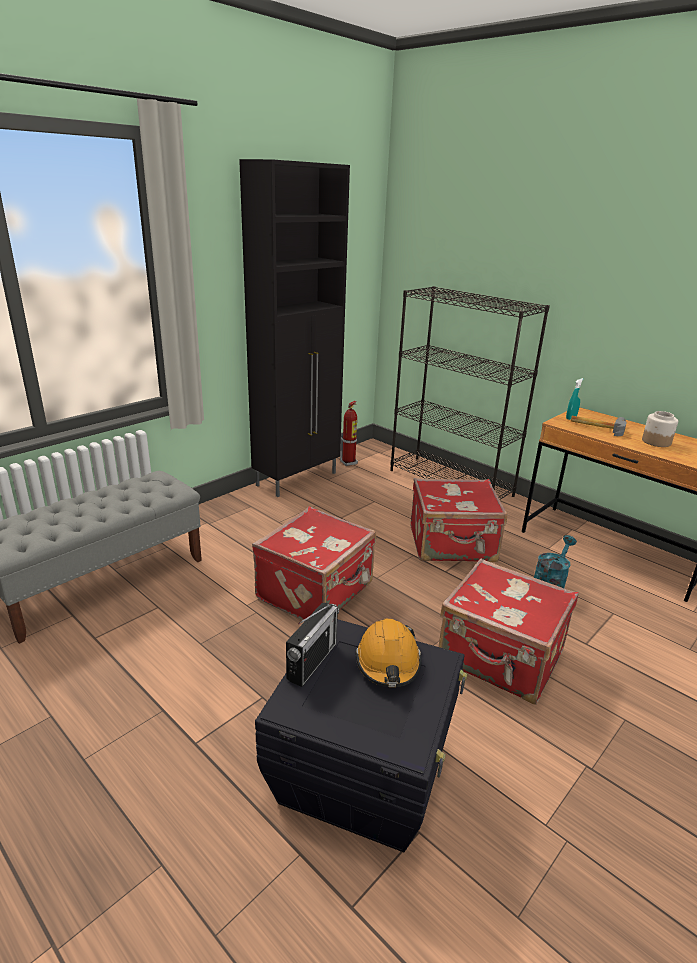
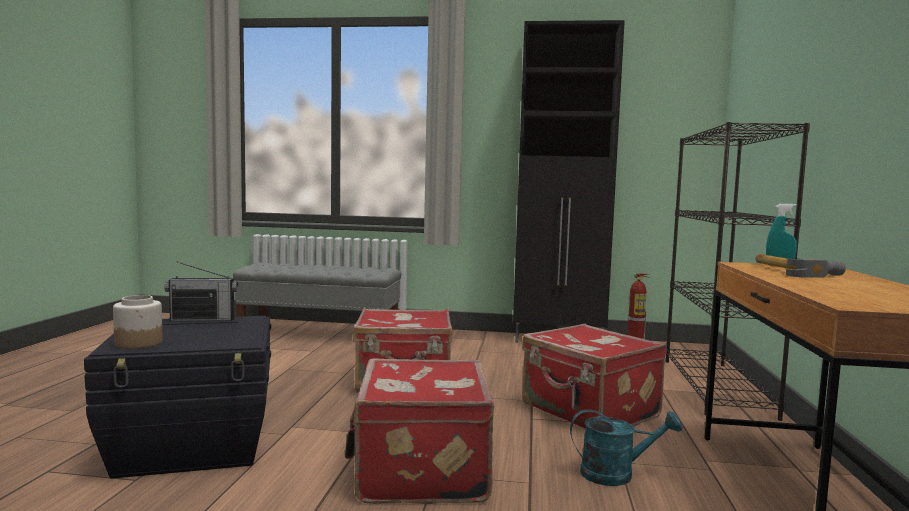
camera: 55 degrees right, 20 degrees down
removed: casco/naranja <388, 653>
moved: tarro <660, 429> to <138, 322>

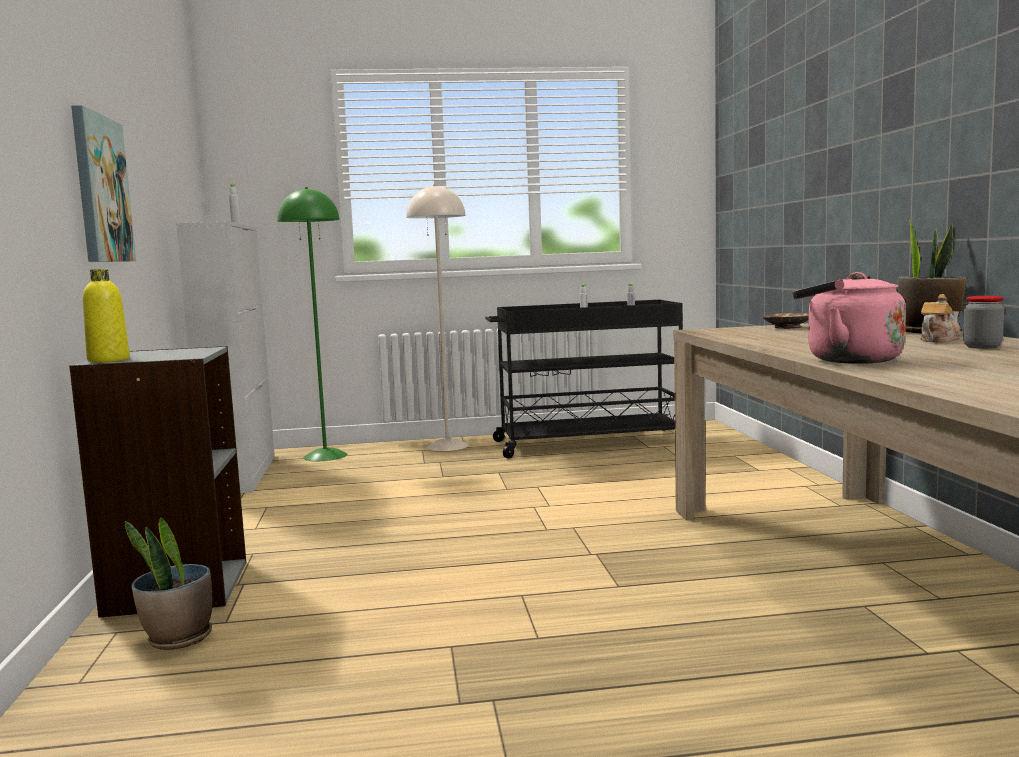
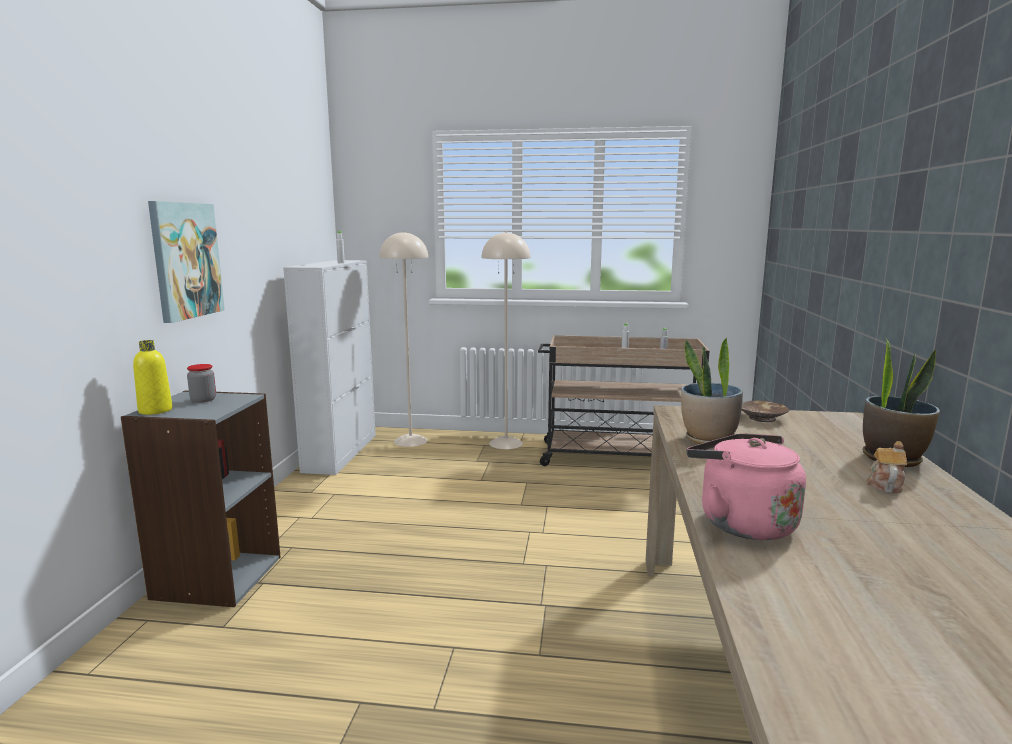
camera: 15 degrees right, 5 degrees up
moved: planta en maceta <168, 584> to <712, 390>; tarro <983, 322> to <201, 383>
recoloured: lámpara de pie/verde <312, 324> to lámpara de pie/beis <403, 339>; carrito/negro <584, 379> to carrito/beis <623, 400>
turned: tetera <940, 318> = <887, 467> 45 degrees counterclockwise

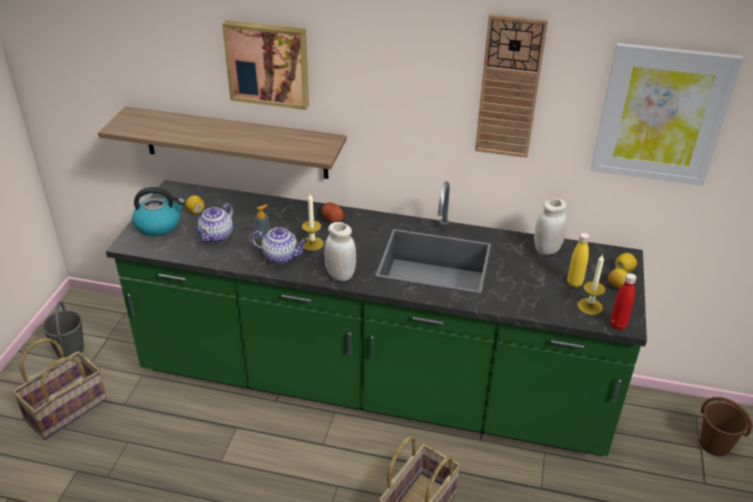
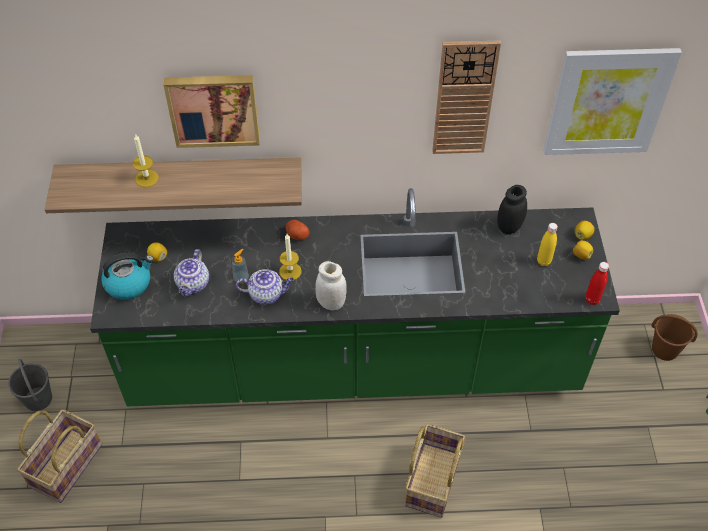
camera: 15 degrees left, 15 degrees up
moved: vela <591, 284> to <146, 160>
recoloured: tarro/blanco <550, 226> to tarro/negro <512, 209>

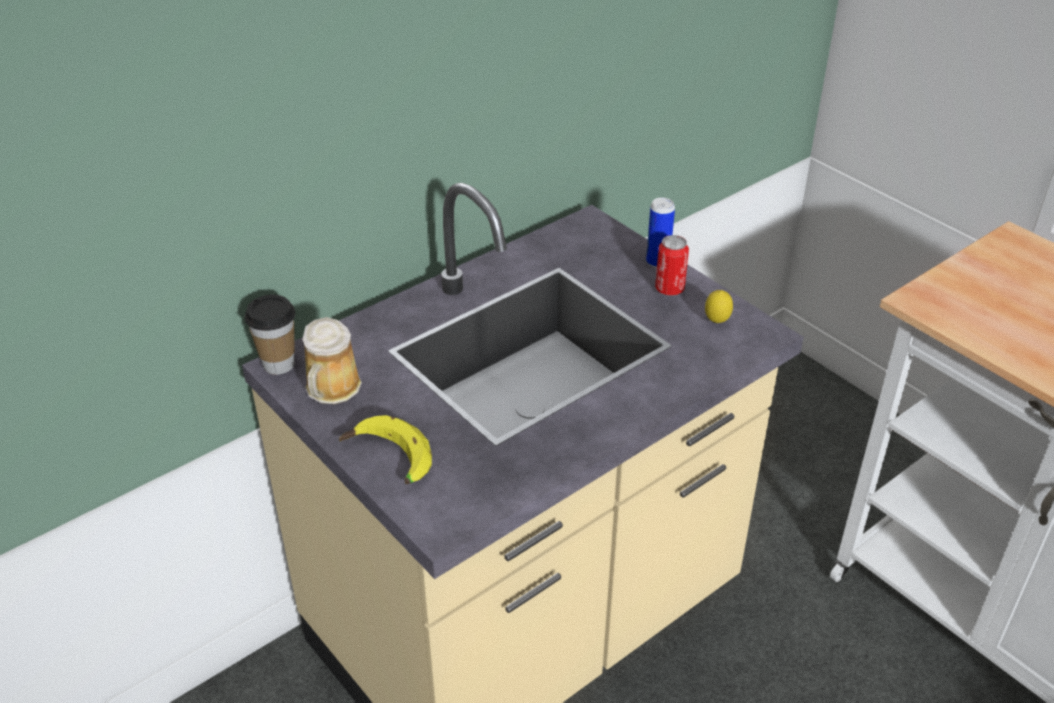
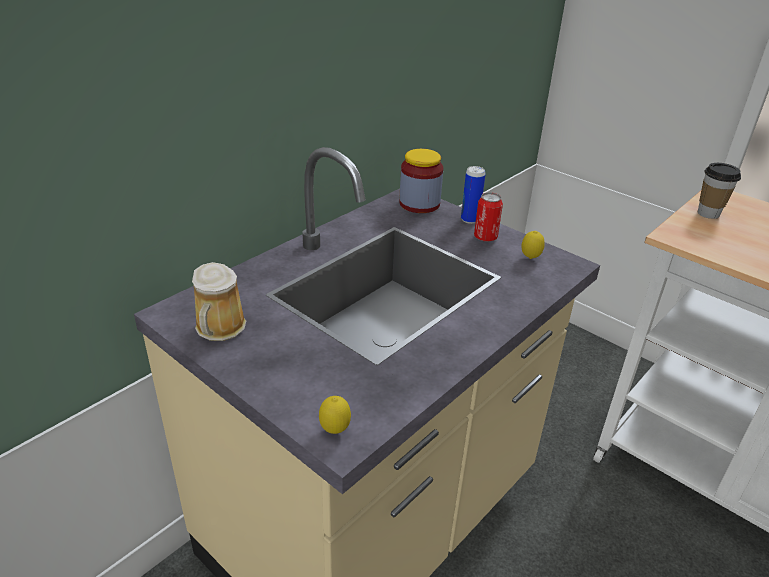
camera: 10 degrees left, 5 degrees down
removed: plátano <385, 449>
added: limón <335, 415>; tarro <421, 181>
moved: taza <270, 335> to <719, 191>

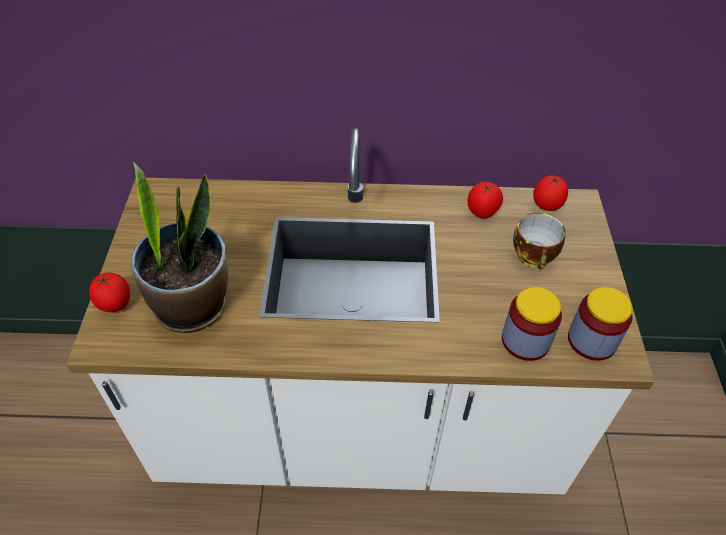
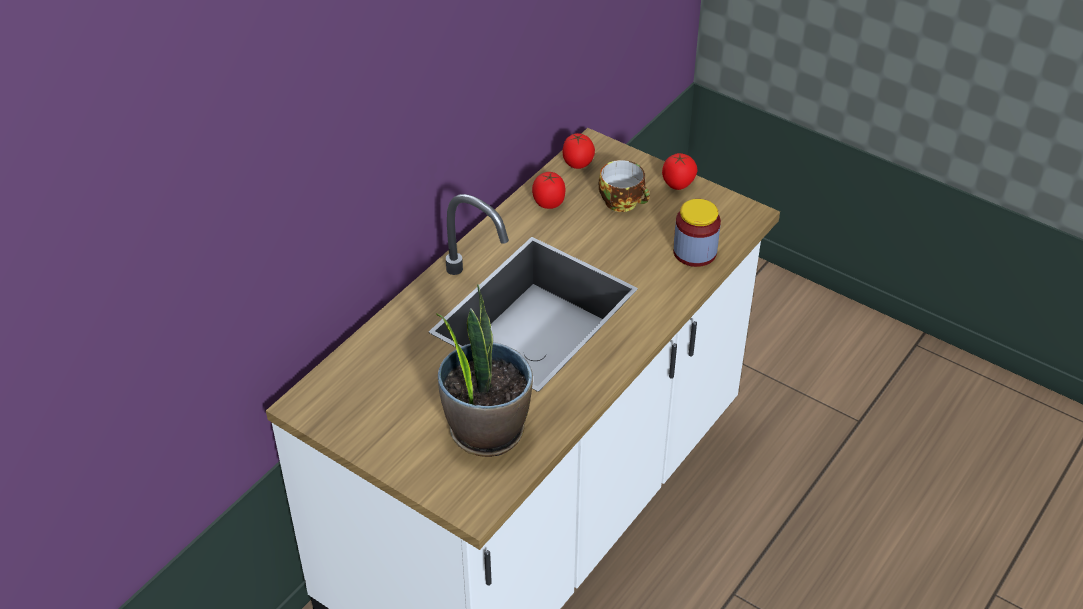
camera: 55 degrees left, 5 degrees down
removed: tarro <600, 324>
moved: tomate <109, 292> to <679, 171>

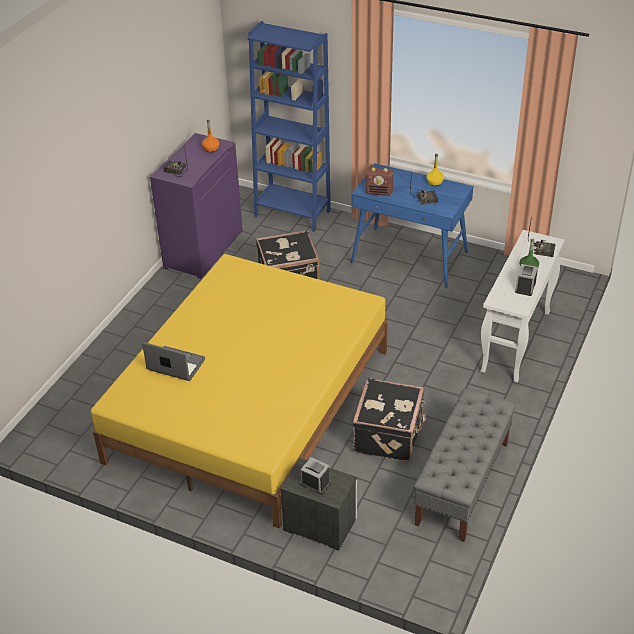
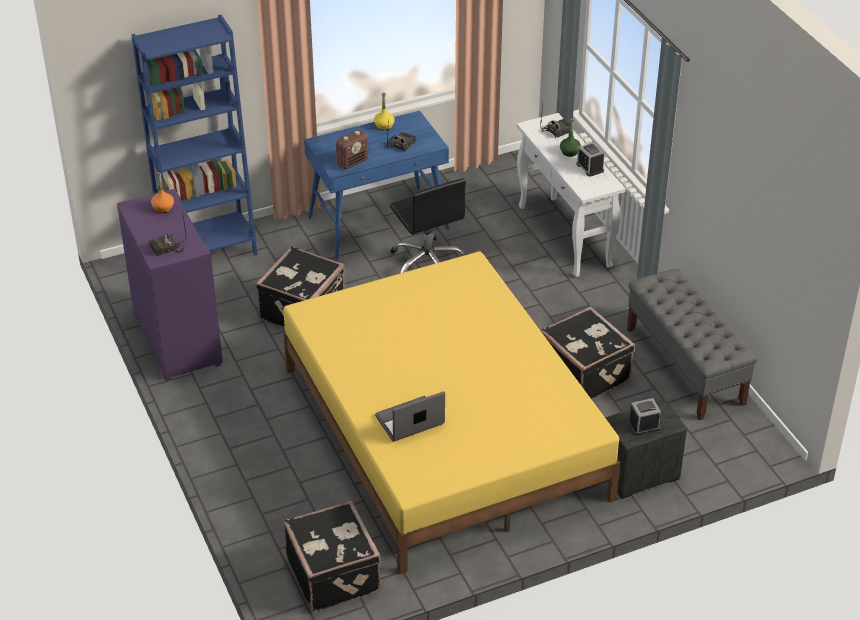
camera: 50 degrees left, 0 degrees up
added: maleta/negro <332, 556>; silla de oficina/negro <428, 226>

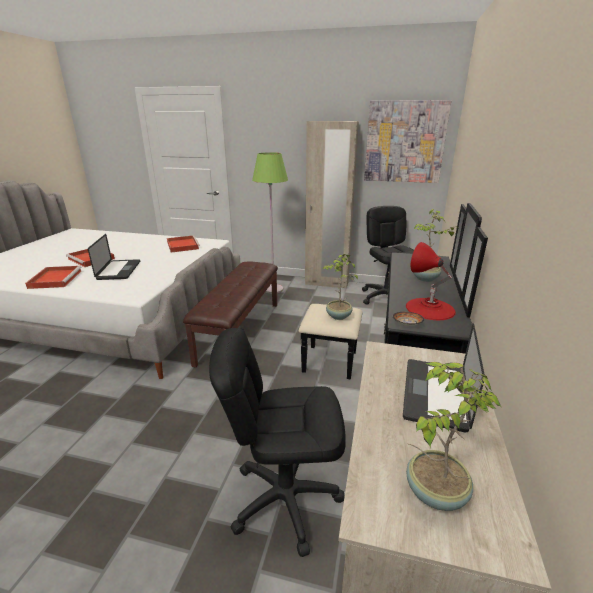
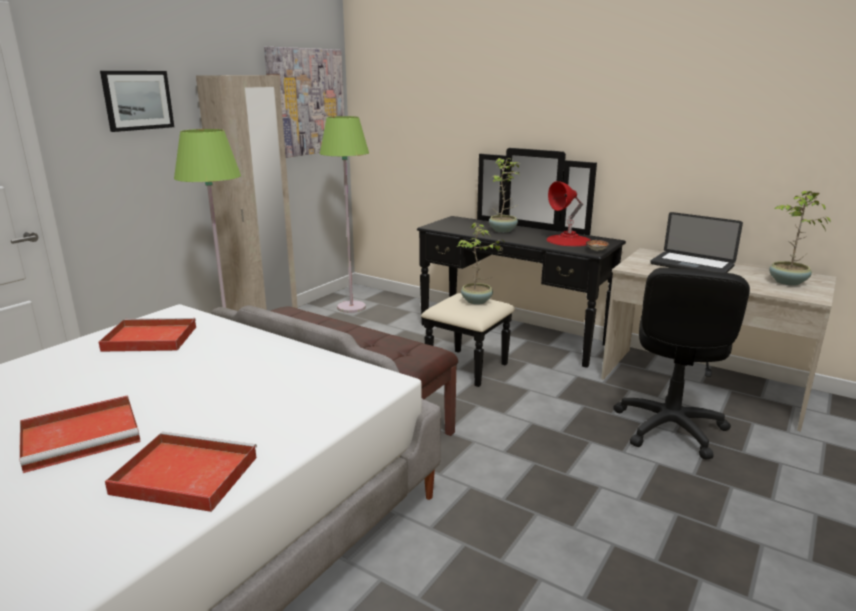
camera: 70 degrees left, 5 degrees down
removed: portátil <114, 257>
added: cuadro <137, 101>
replaced: silla de oficina/negro <388, 255> to lámpara de pie/verde <344, 214>

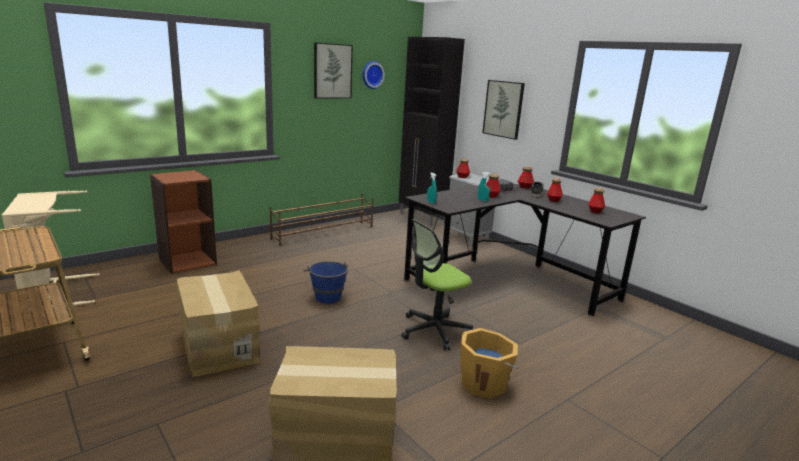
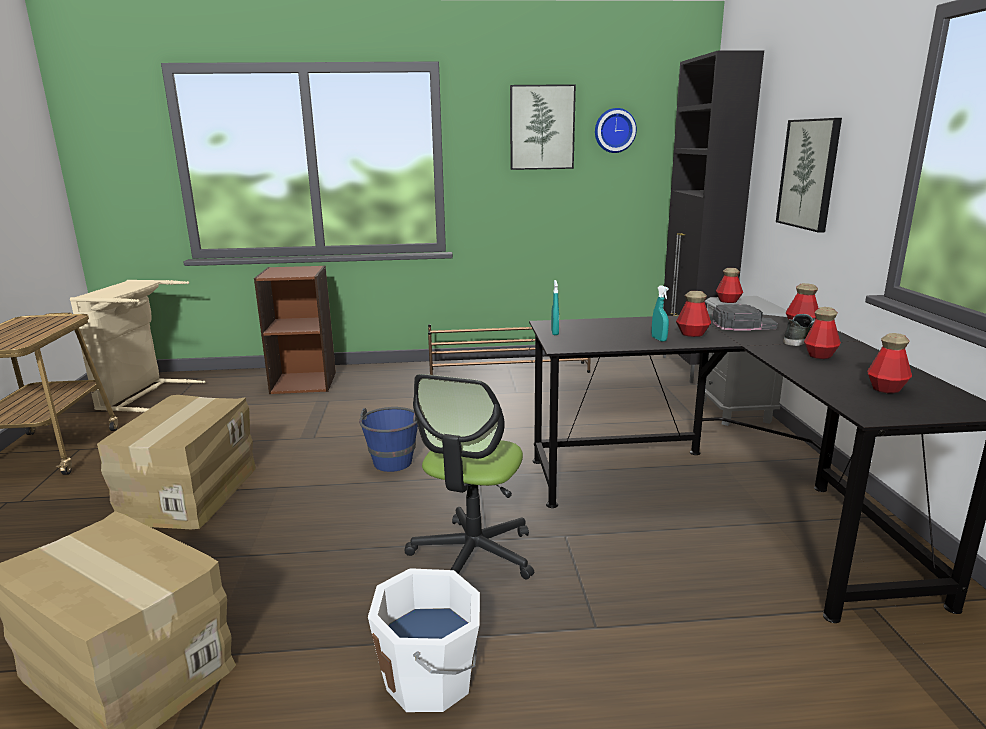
camera: 35 degrees right, 0 degrees up
recoloured: cubo/naranja <489, 363> to cubo/blanco <424, 640>
turned: silla de oficina <437, 285> = <469, 477> 75 degrees counterclockwise

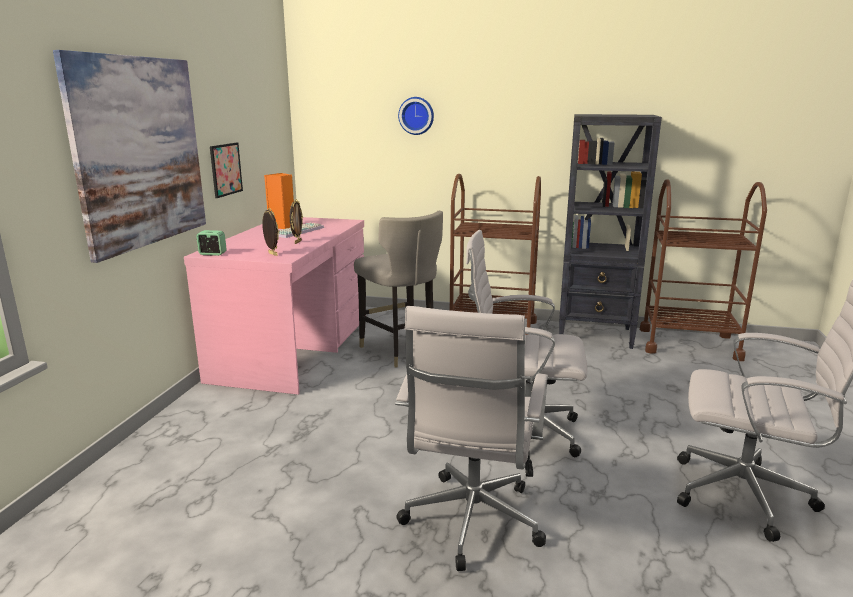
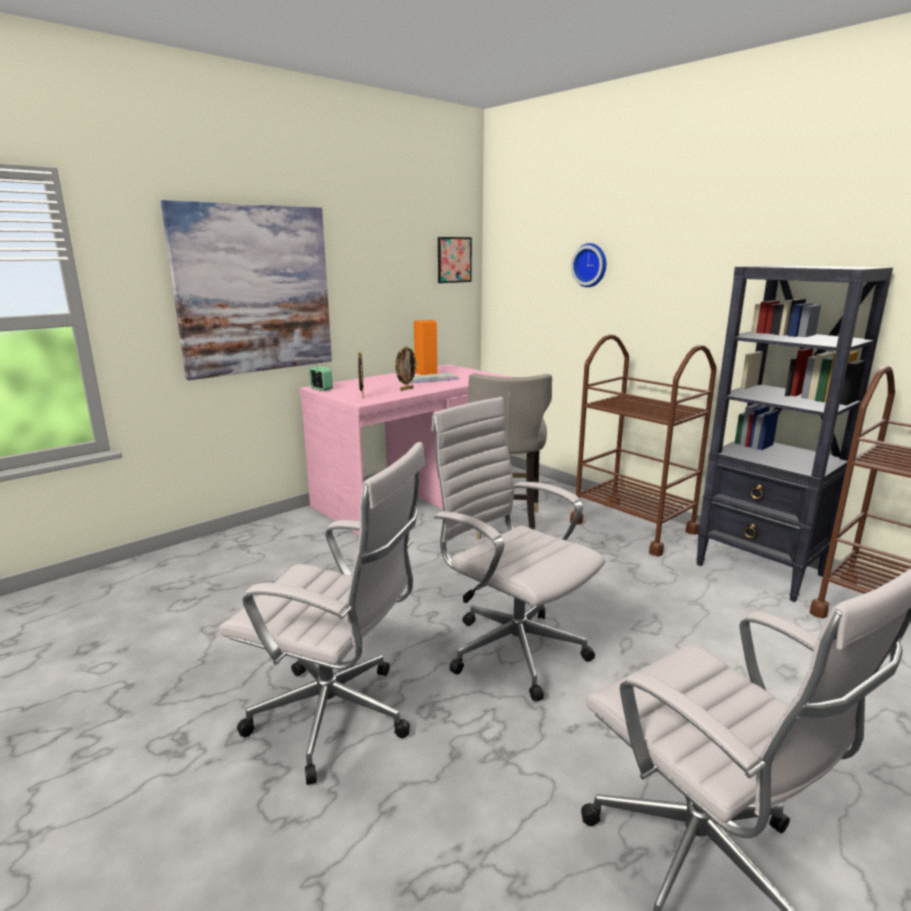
camera: 35 degrees right, 0 degrees up
moved: cuadro <226, 170> to <455, 260>
turned: silla de oficina/blanco <471, 438> = <322, 613> 120 degrees counterclockwise

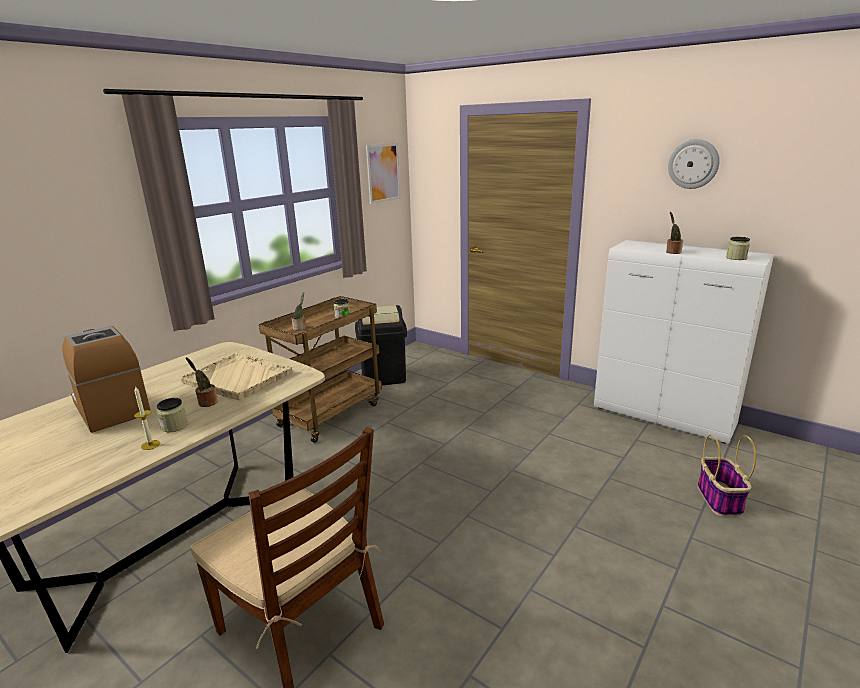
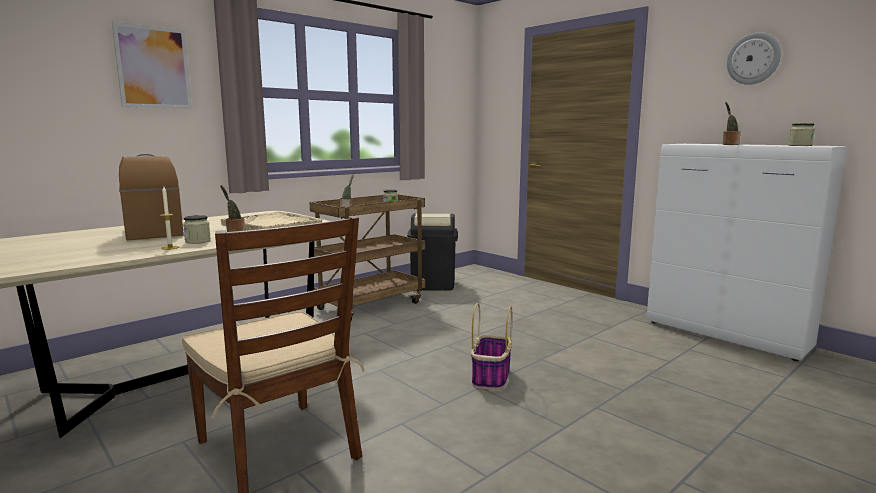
camera: 10 degrees right, 10 degrees down
moved: cuadro <383, 173> to <152, 65>; cesta <727, 475> to <491, 346>

